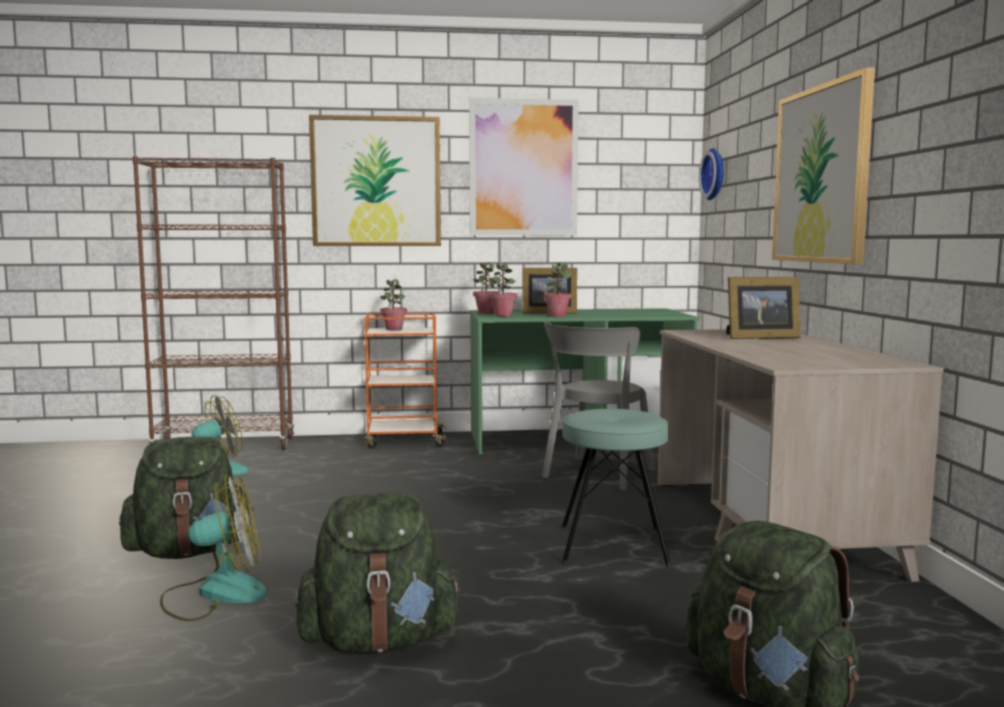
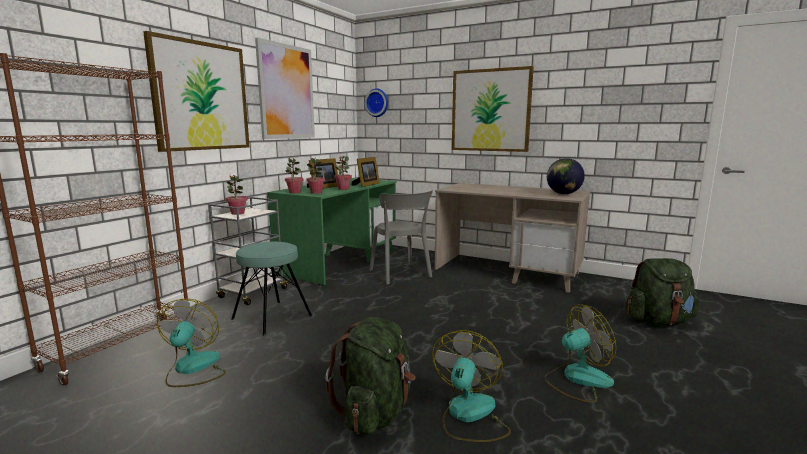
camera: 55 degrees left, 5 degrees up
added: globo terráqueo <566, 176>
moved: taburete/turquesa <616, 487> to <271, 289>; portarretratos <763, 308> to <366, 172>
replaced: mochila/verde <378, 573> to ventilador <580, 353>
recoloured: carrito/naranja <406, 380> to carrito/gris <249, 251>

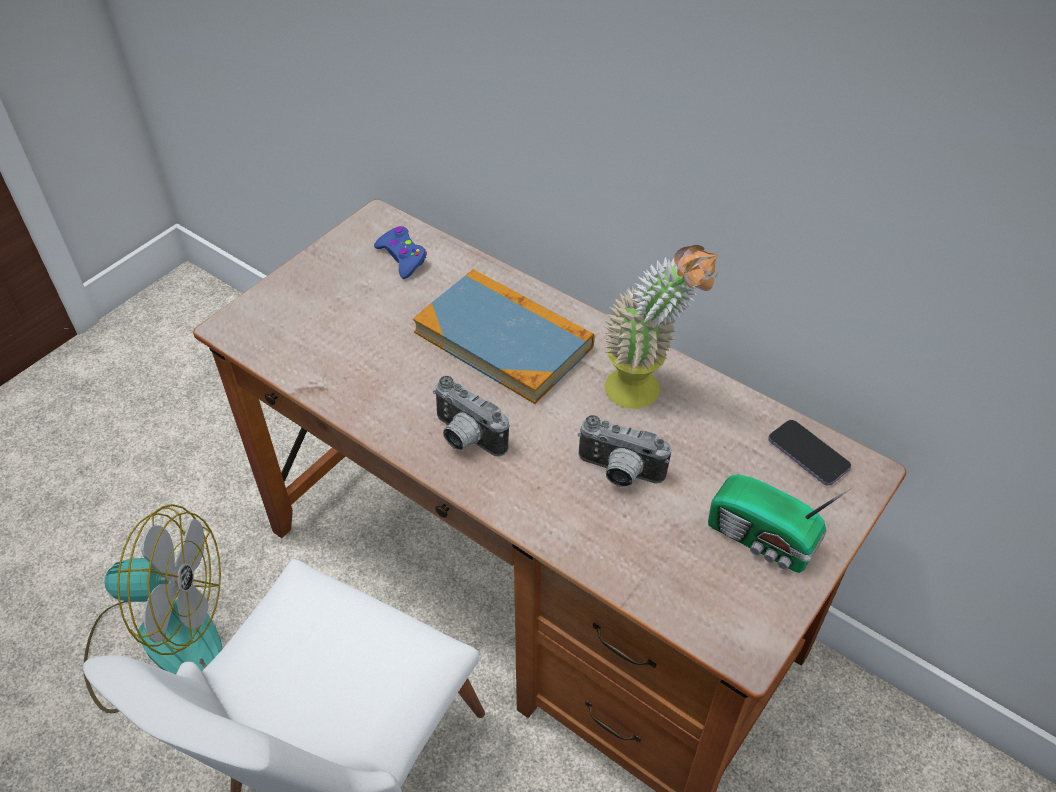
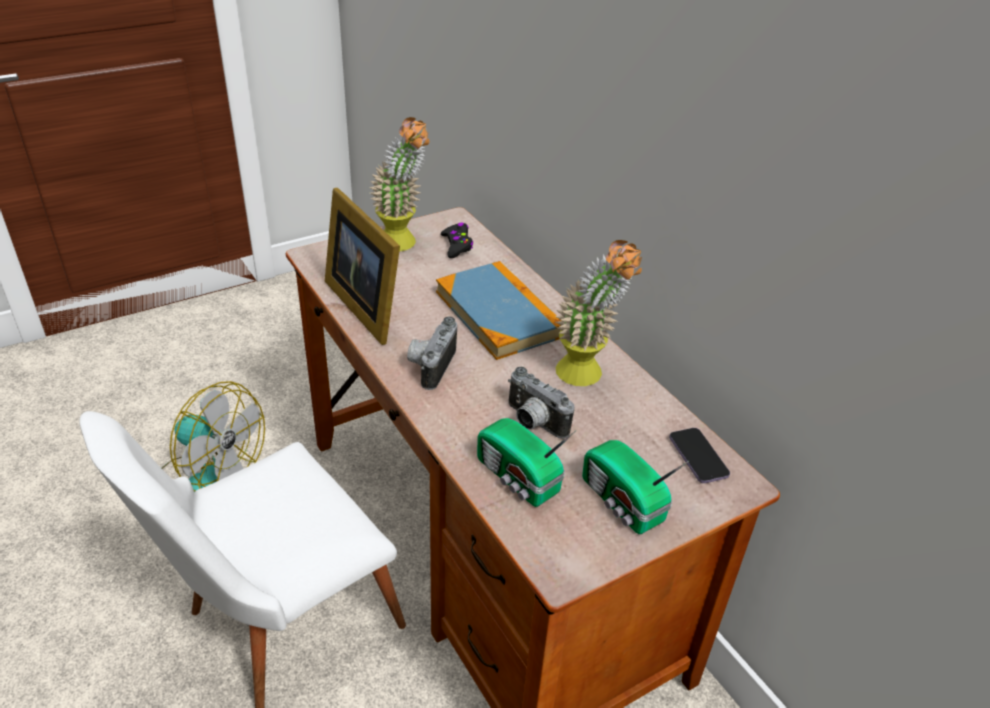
camera: 20 degrees right, 10 degrees down
added: portarretratos <362, 266>; planta en maceta <399, 184>; radio <526, 462>
recoloured: mando de consola/azul <400, 252> to mando de consola/negro <457, 240>
turned: cámara <471, 416> = <432, 353> 45 degrees clockwise

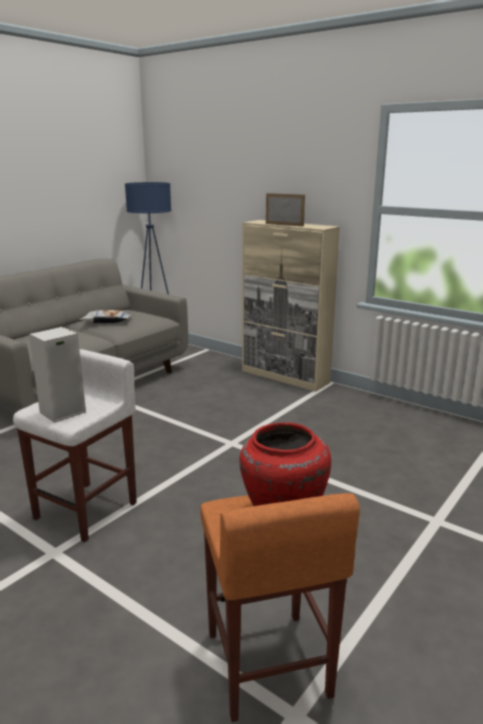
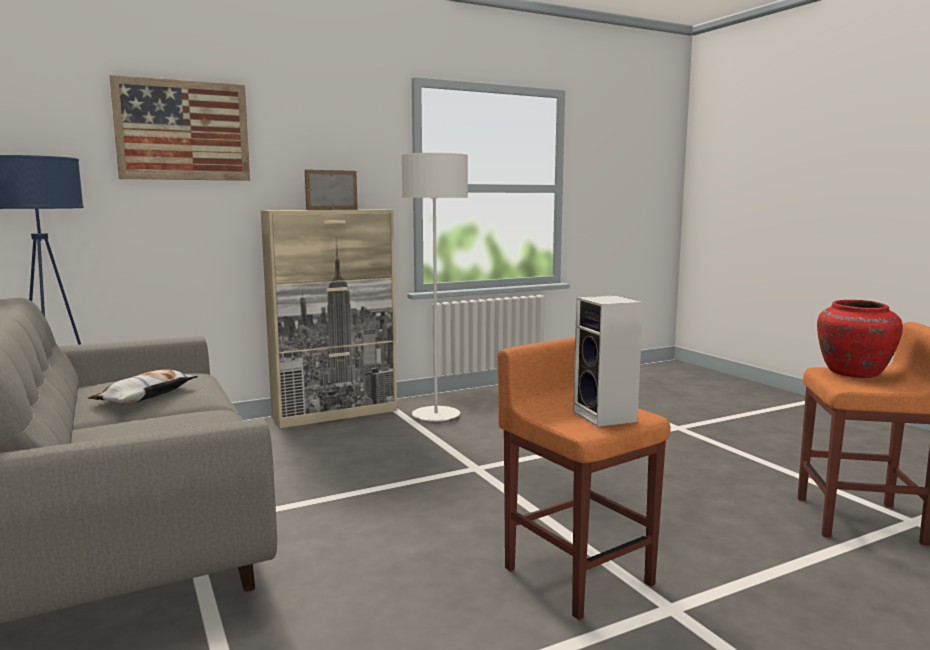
camera: 65 degrees left, 10 degrees down
added: cuadro <180, 128>; lámpara de pie/blanco <434, 287>
recoloured: taburete/blanco <75, 445> to taburete/naranja <584, 479>

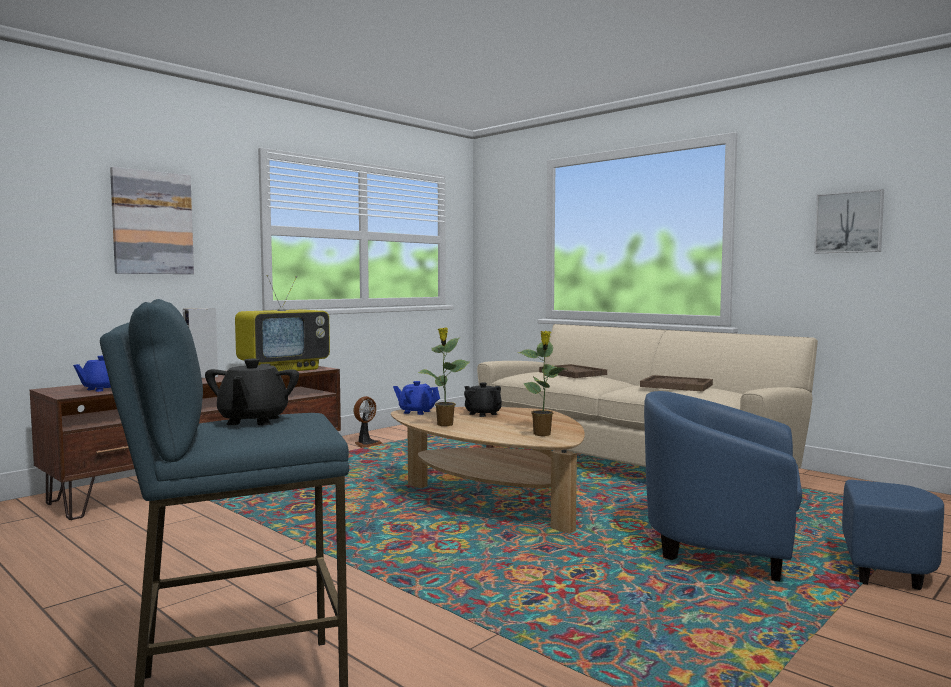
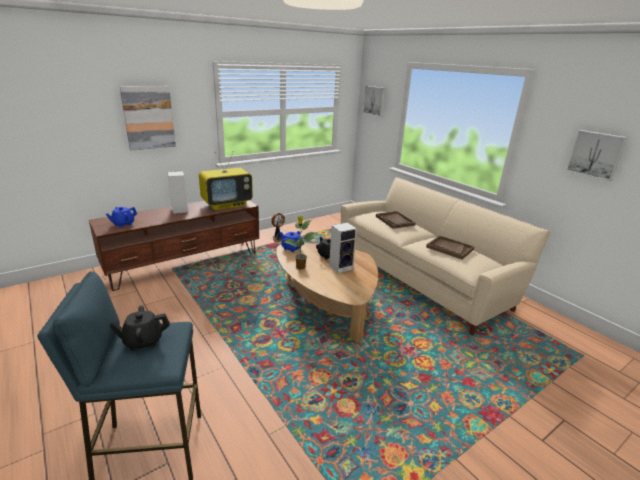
camera: 10 degrees right, 20 degrees up
removed: planta en maceta <542, 383>; sillón/azul <794, 490>
added: altavoz <343, 247>; cuadro <374, 101>
turned: tetera/negro <252, 392> = <139, 328> 60 degrees clockwise

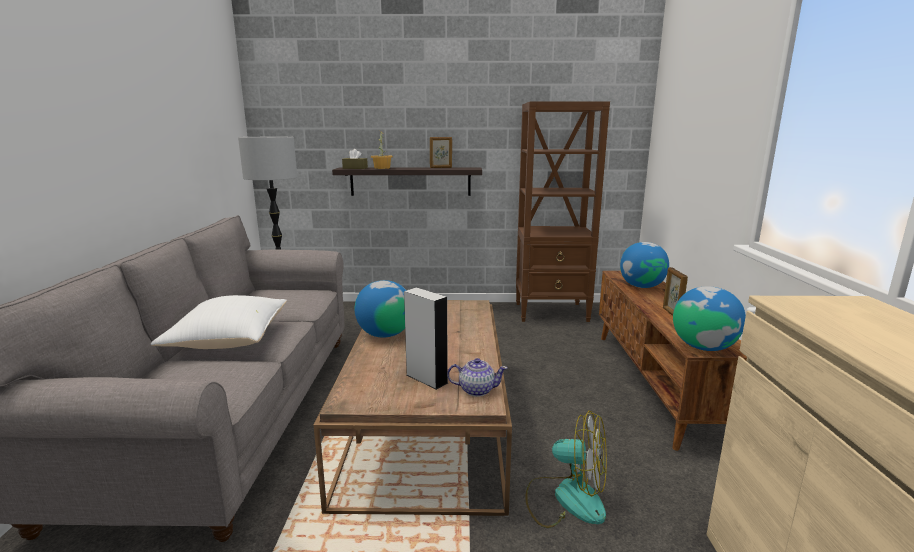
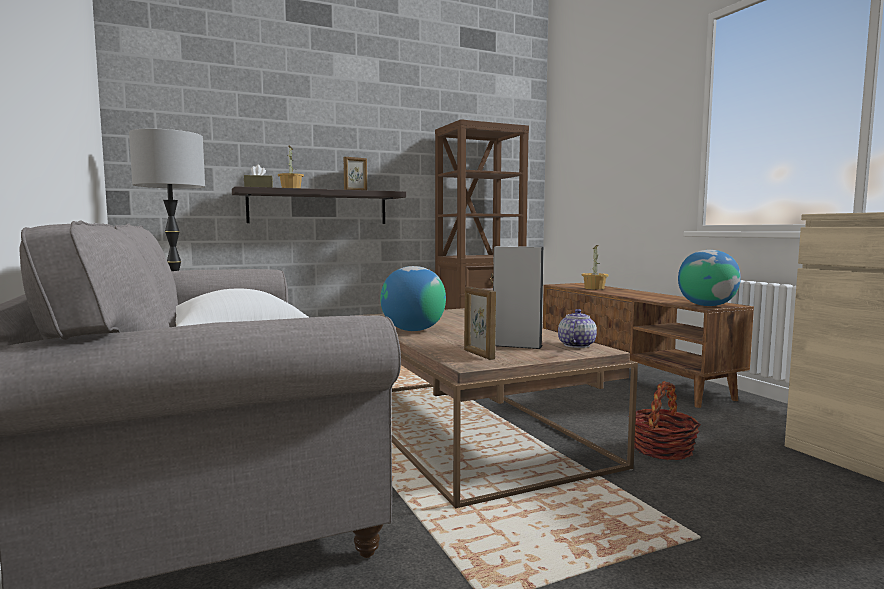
camera: 25 degrees left, 10 degrees down
moved: portarretratos <675, 291> to <480, 323>
replaced: ventilador <566, 469> to cesta <667, 420>; globo terráqueo <644, 265> to planta en maceta <595, 267>
turned: tetera <477, 377> = <577, 328> 45 degrees counterclockwise

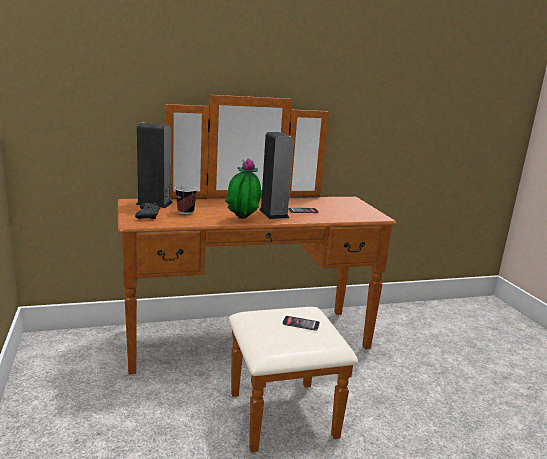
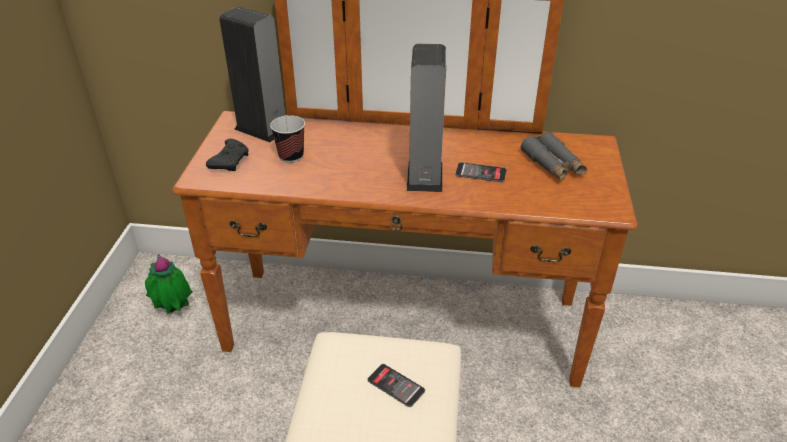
camera: 25 degrees right, 20 degrees up
added: prismáticos/gris <554, 156>
moved: planta en maceta <243, 188> to <169, 284>

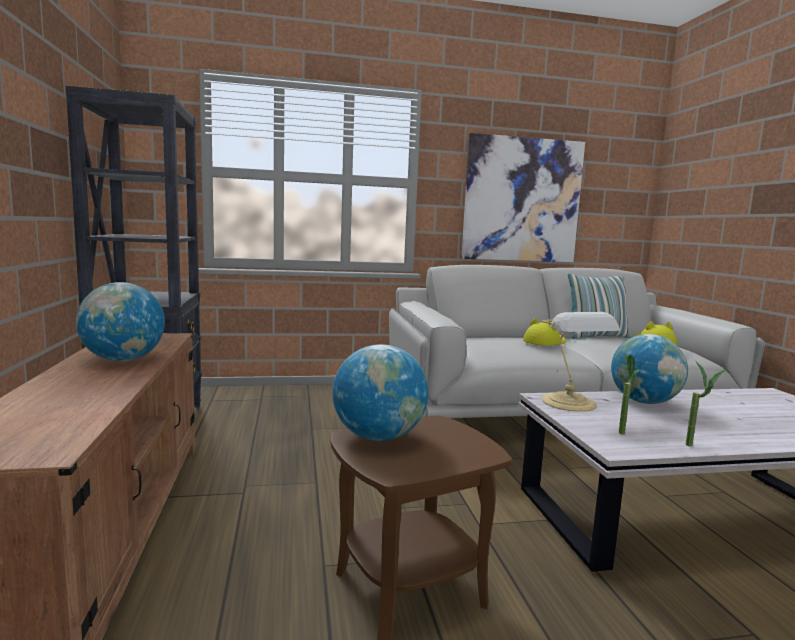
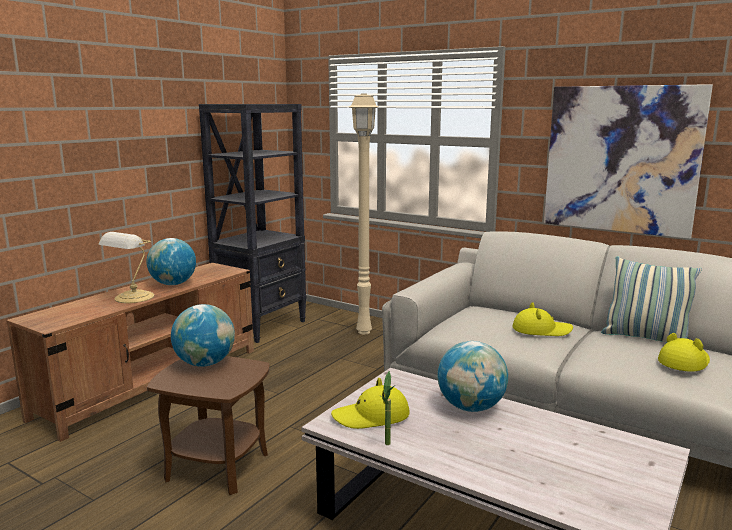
camera: 45 degrees right, 5 degrees up
added: lámpara de pie/beis <363, 213>
moved: lámpara de mesa <581, 362> to <126, 267>
replaced: planta en maceta <629, 393> to sombrero/amarillo <370, 403>

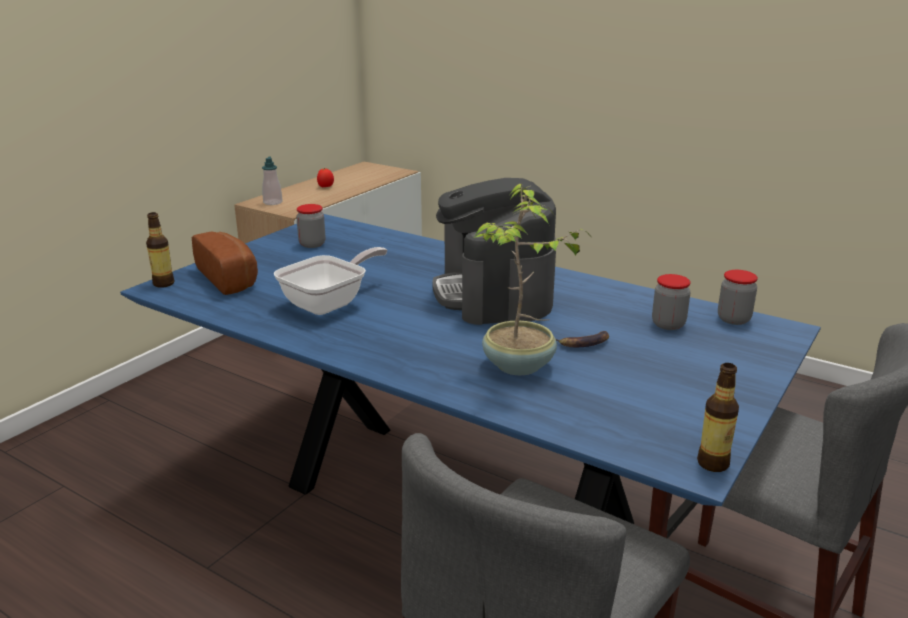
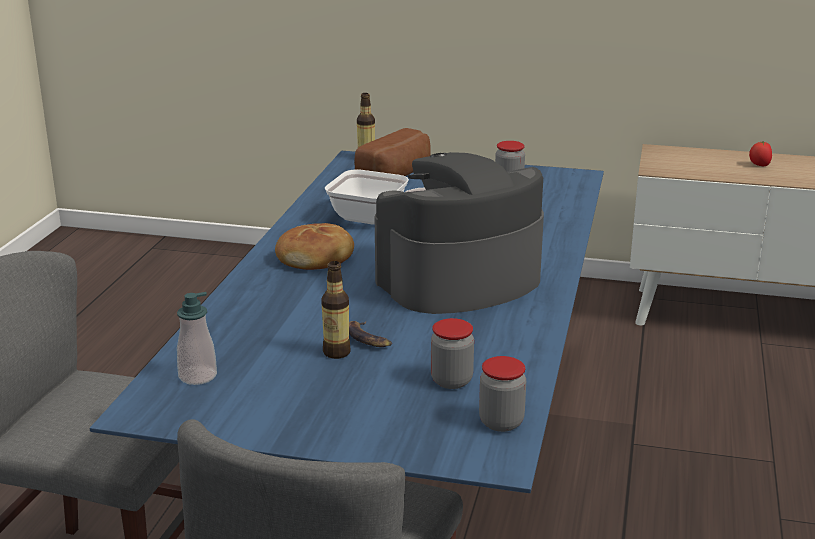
camera: 70 degrees right, 0 degrees up
removed: planta en maceta <532, 279>
added: pan <314, 246>
moved: dispensador de jabón <272, 180> to <197, 338>; botella <718, 417> to <336, 310>

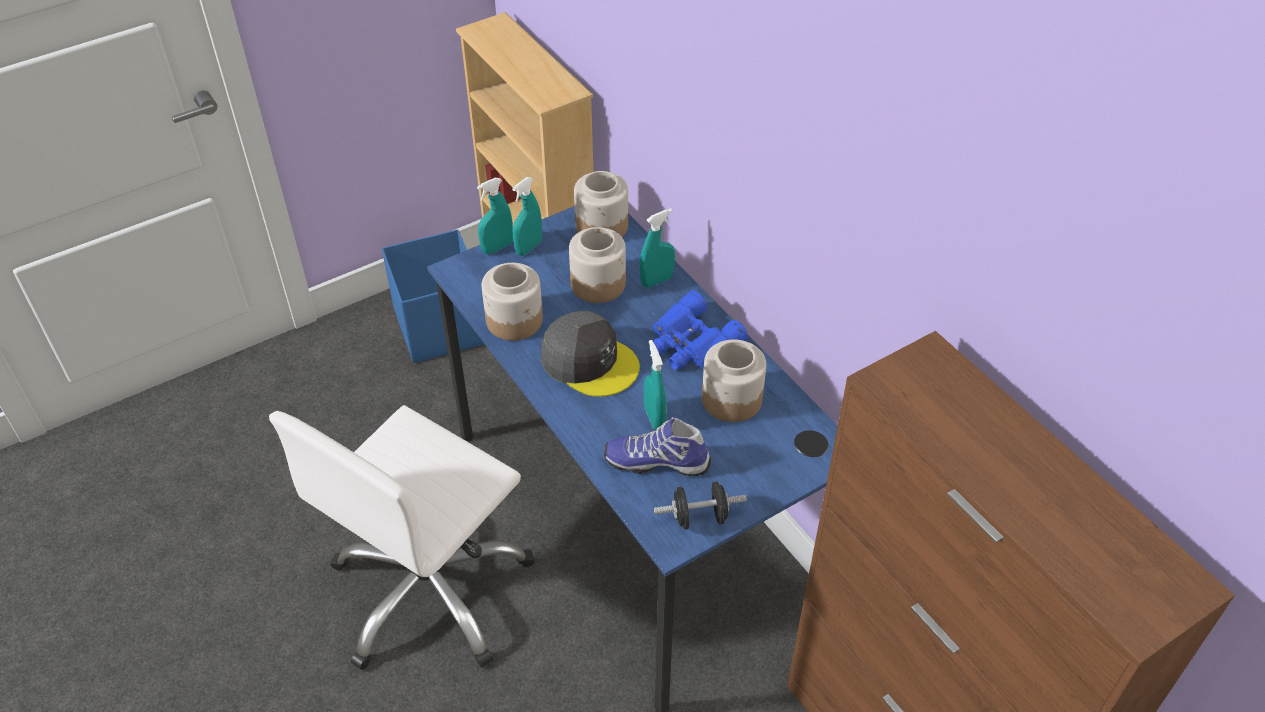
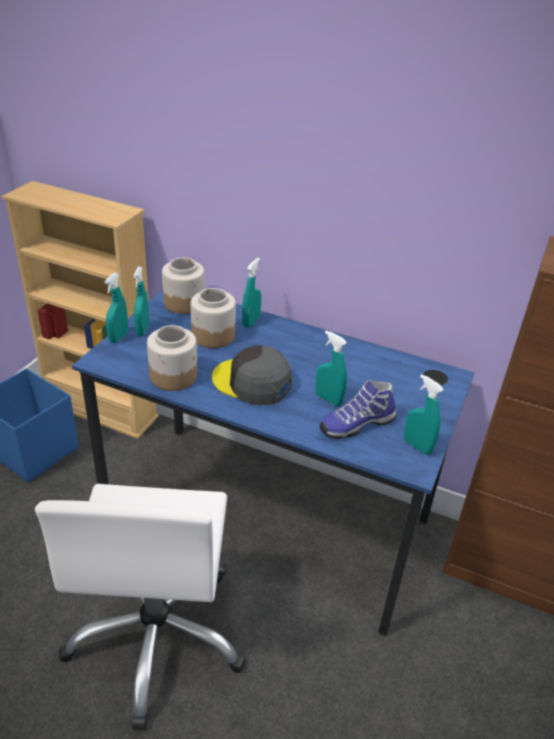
camera: 35 degrees left, 10 degrees down
removed: prismáticos/azul <700, 330>; tarro <734, 380>
replaced: mancuerna/negro <700, 505> to pulverizador/turquesa <424, 414>
turned: gorra/gris <590, 354> = <252, 375> 150 degrees counterclockwise

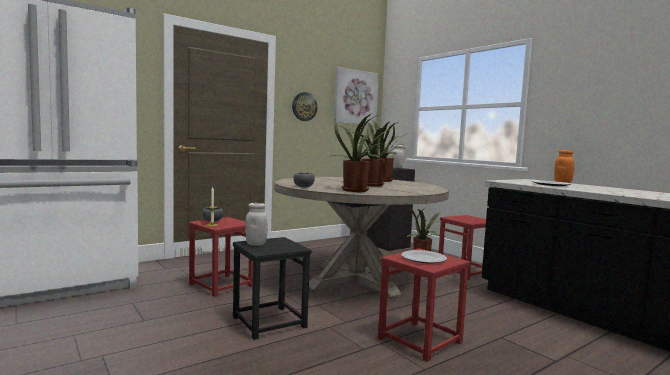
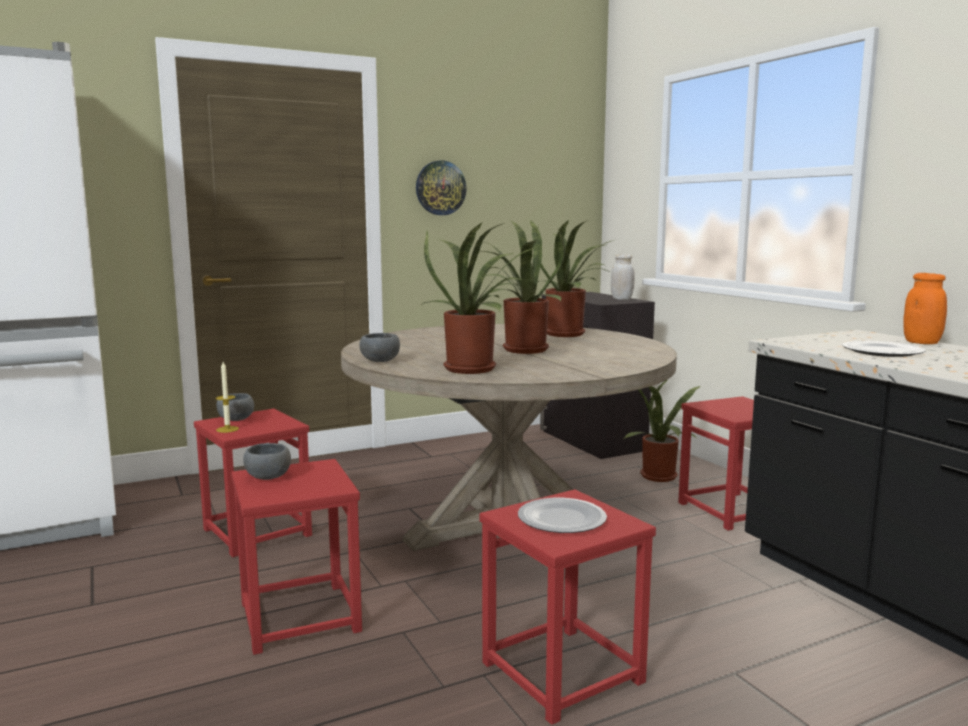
camera: 10 degrees right, 5 degrees up
removed: cuadro <356, 96>
replaced: tarro/blanco <256, 224> to cuenco/gris <267, 461>
recoloured: taburete/negro <272, 288> to taburete/rojo <296, 557>

